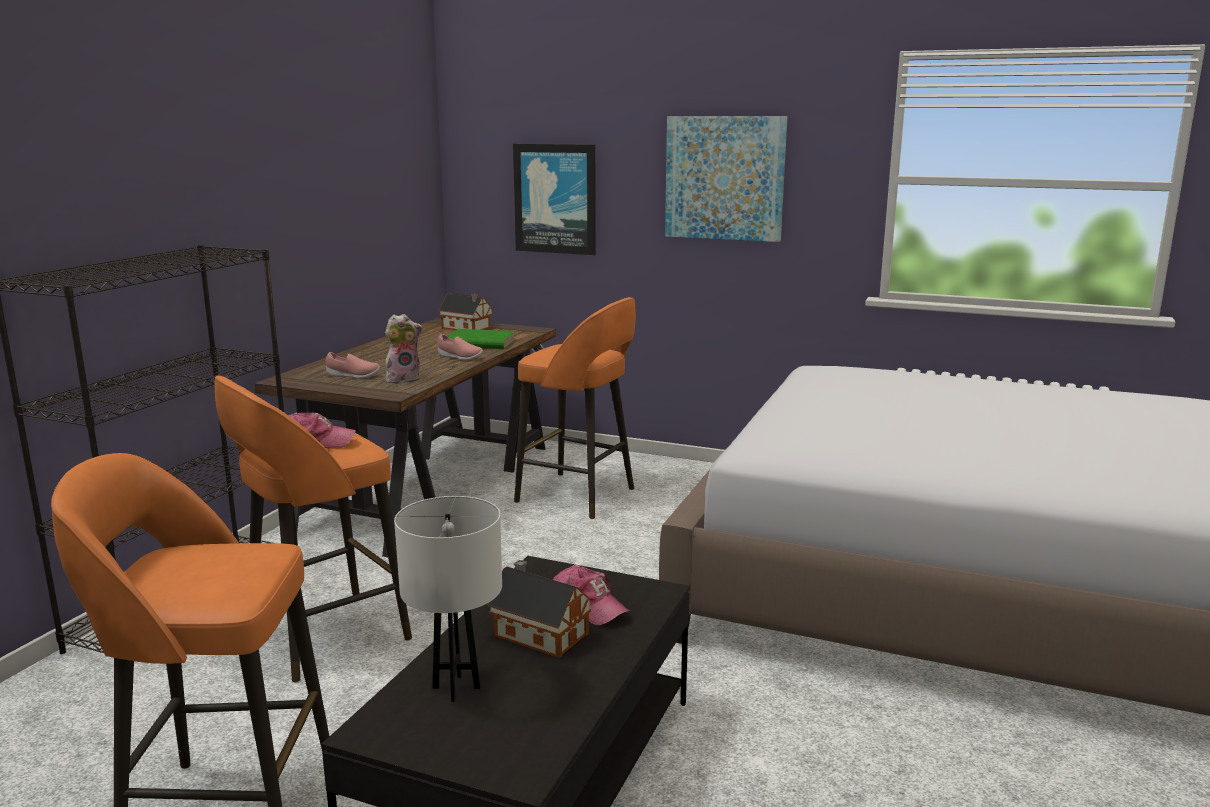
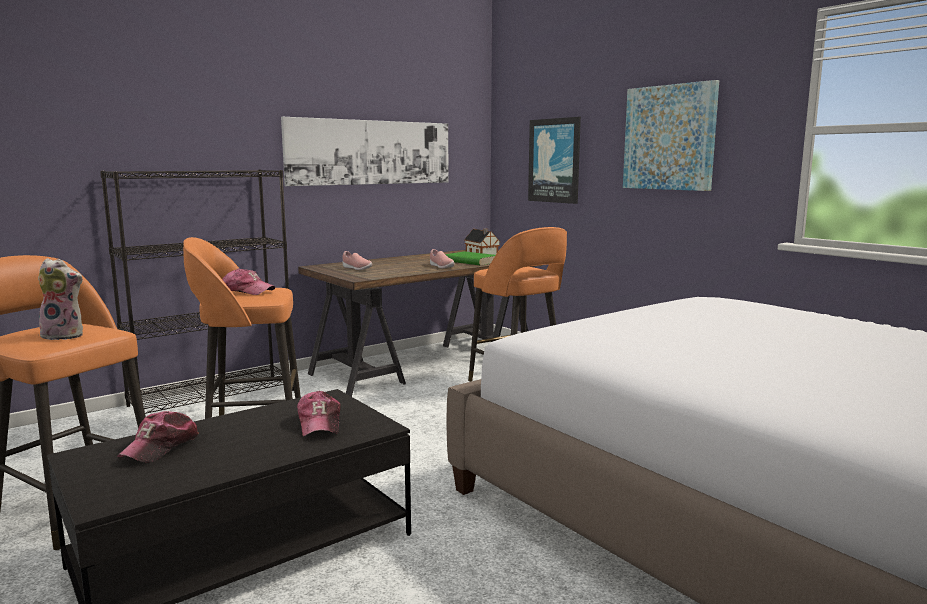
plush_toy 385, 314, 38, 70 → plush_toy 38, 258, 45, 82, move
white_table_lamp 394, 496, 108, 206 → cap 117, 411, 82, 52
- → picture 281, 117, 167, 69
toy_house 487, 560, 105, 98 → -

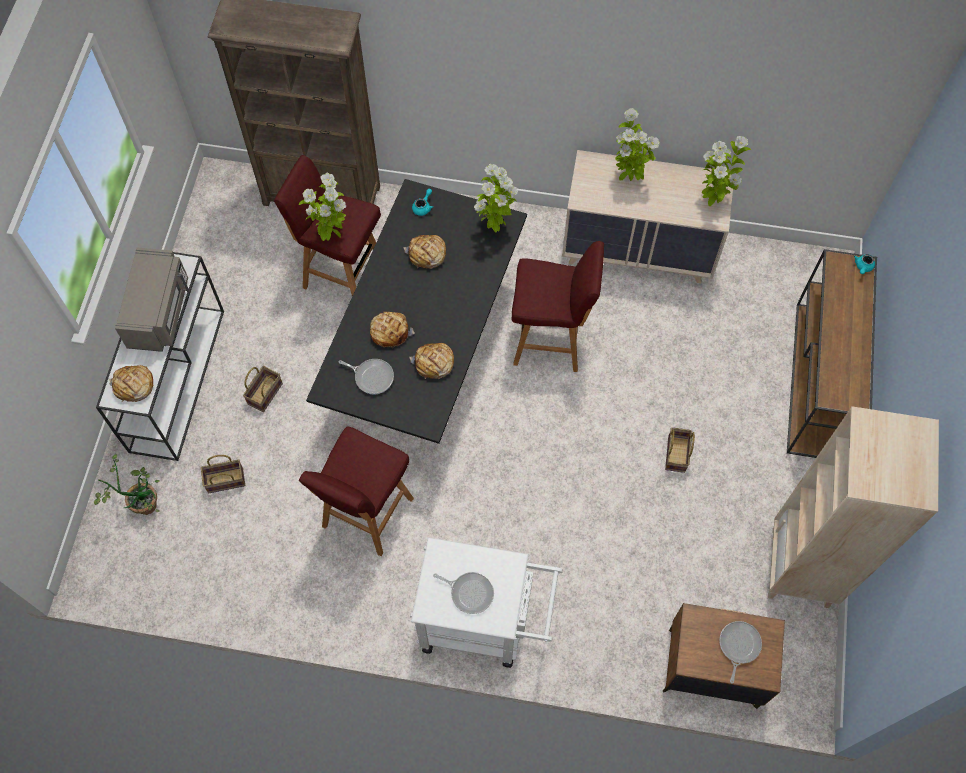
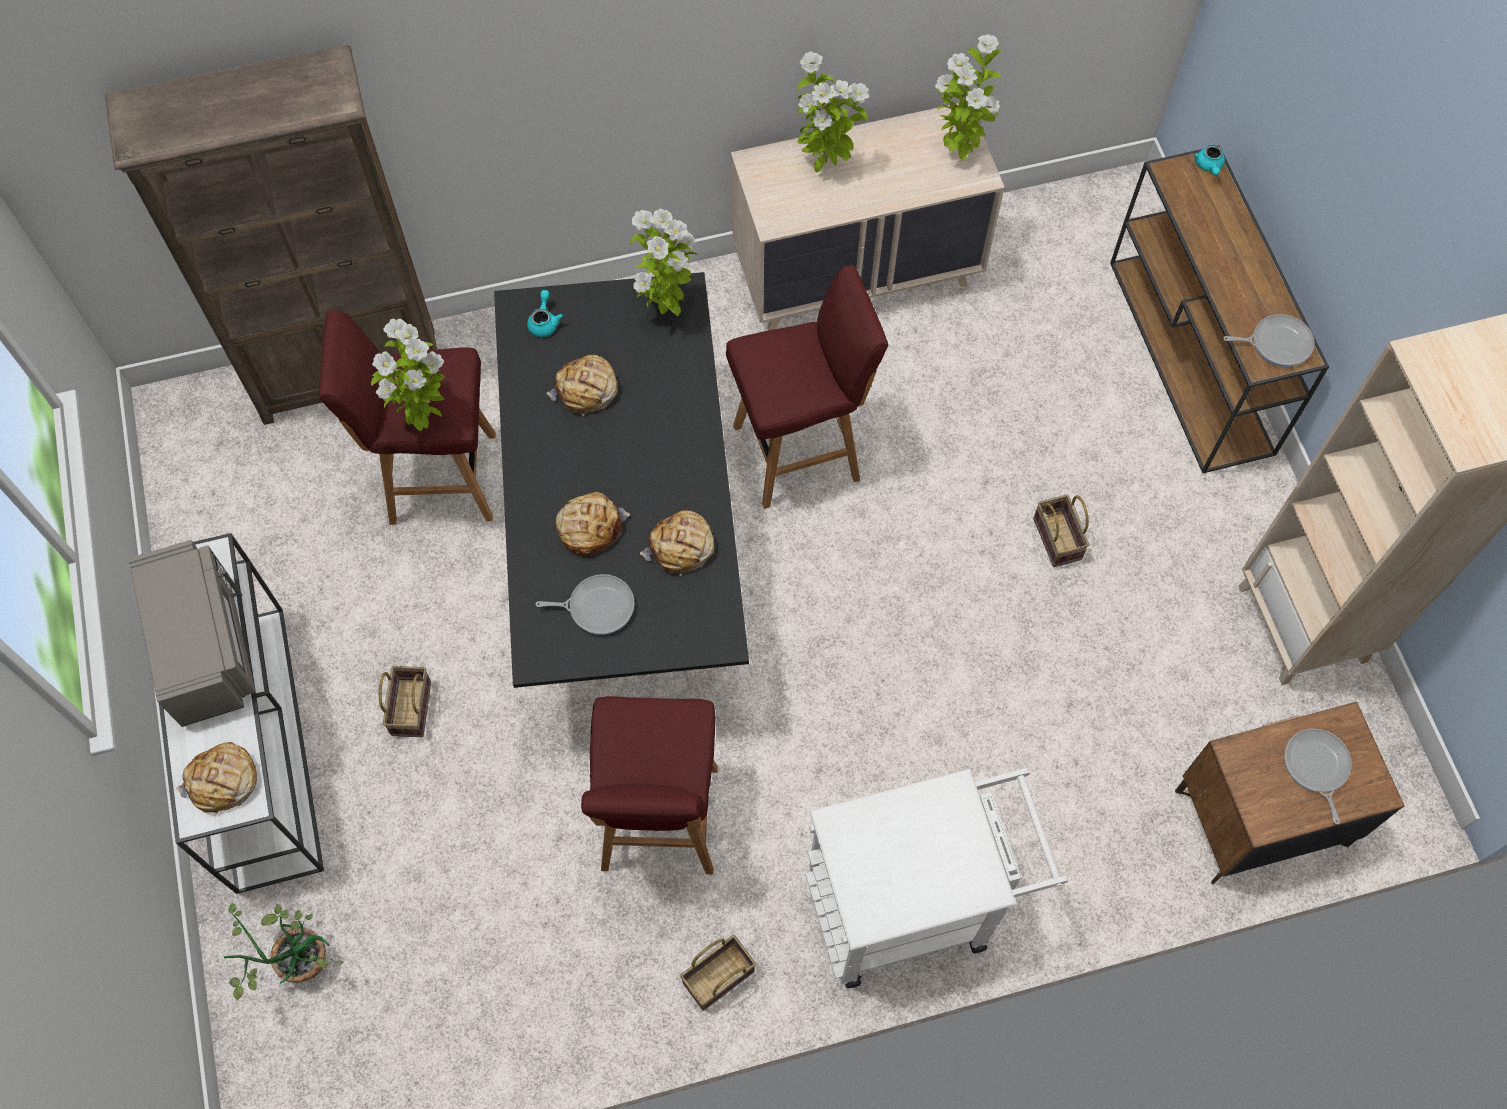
basket 201, 455, 44, 38 → basket 680, 935, 76, 76, move
frying_pan 433, 572, 61, 42 → frying_pan 1223, 314, 91, 53, move

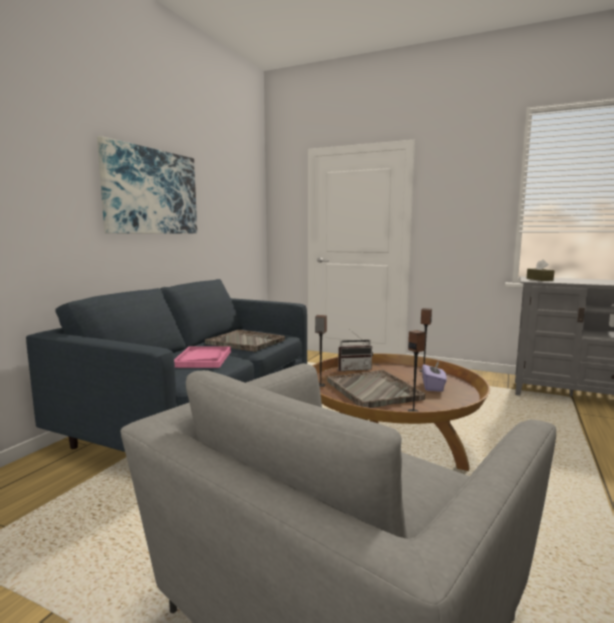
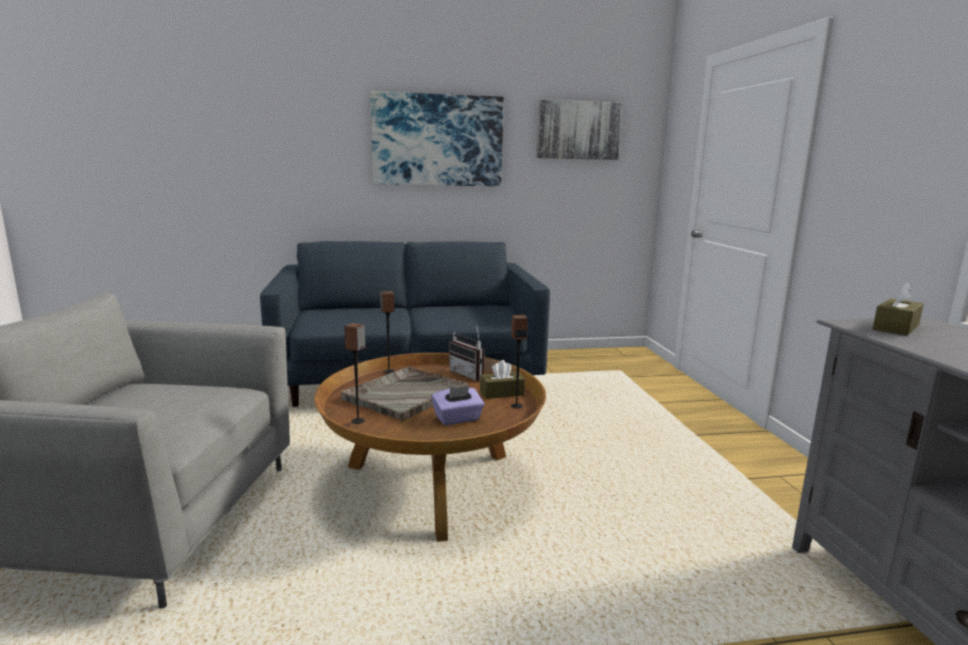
- → brown_tissue_box 480, 360, 45, 39
- → picture 537, 99, 86, 61
pink_tray 174, 346, 57, 22 → -
grey_tray 205, 330, 80, 22 → -

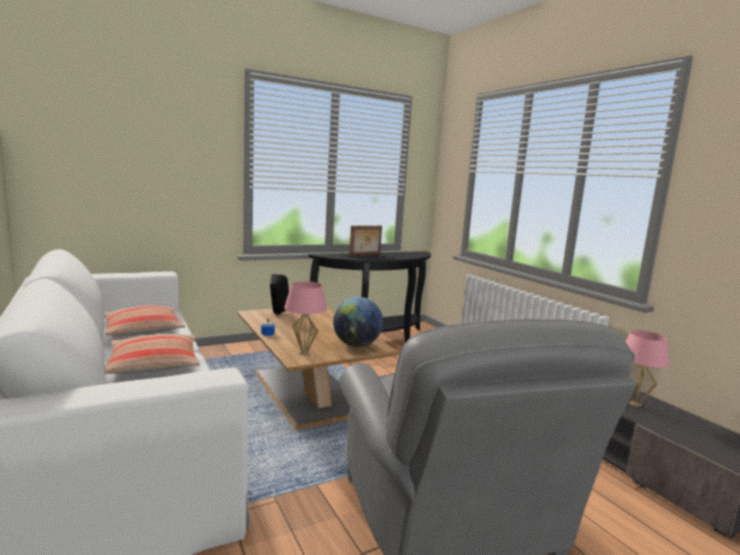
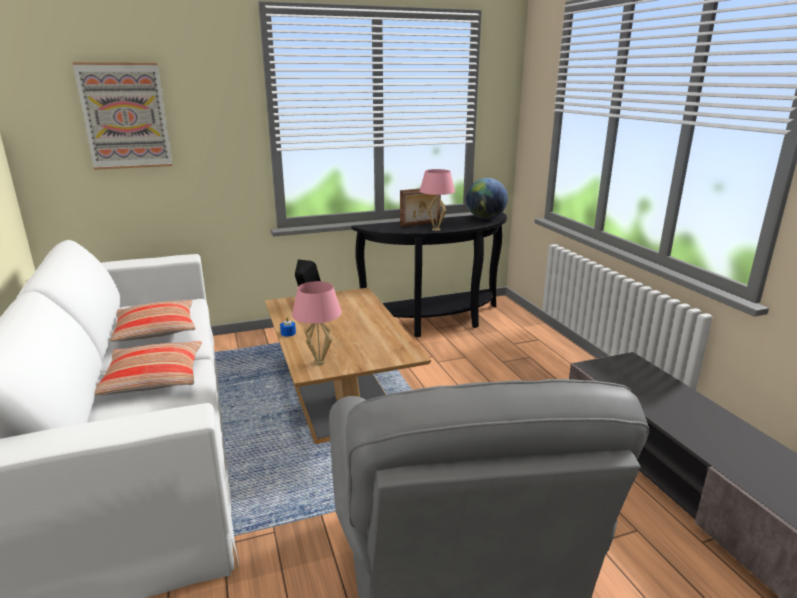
- → picture 73, 62, 100, 108
pink_table_lamp 626, 330, 44, 77 → pink_table_lamp 420, 169, 35, 62, move
globe 333, 297, 50, 50 → globe 466, 178, 42, 42, move

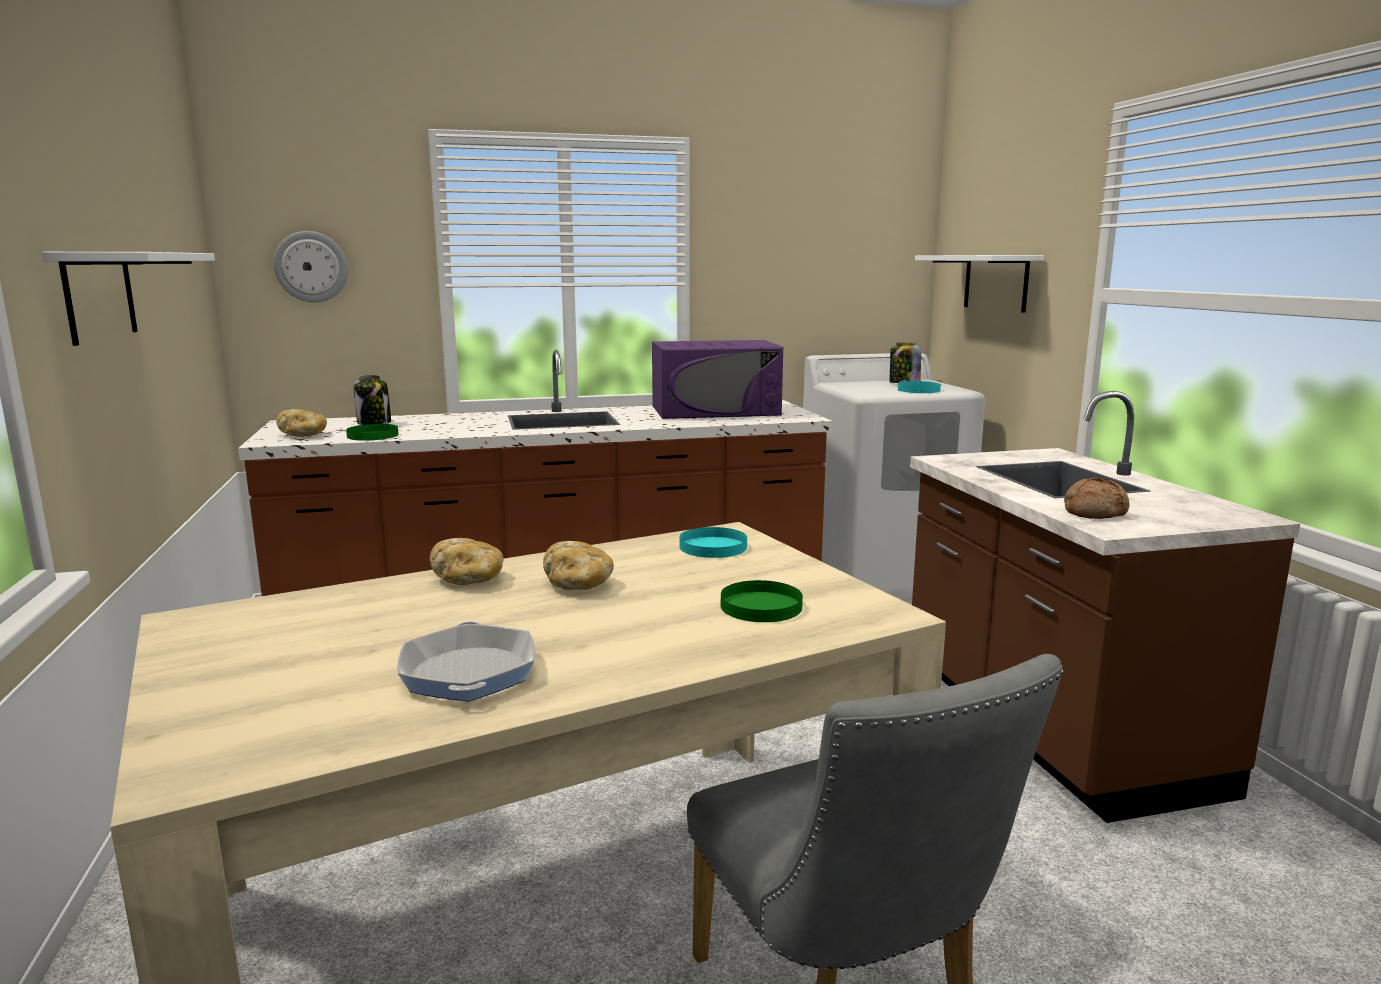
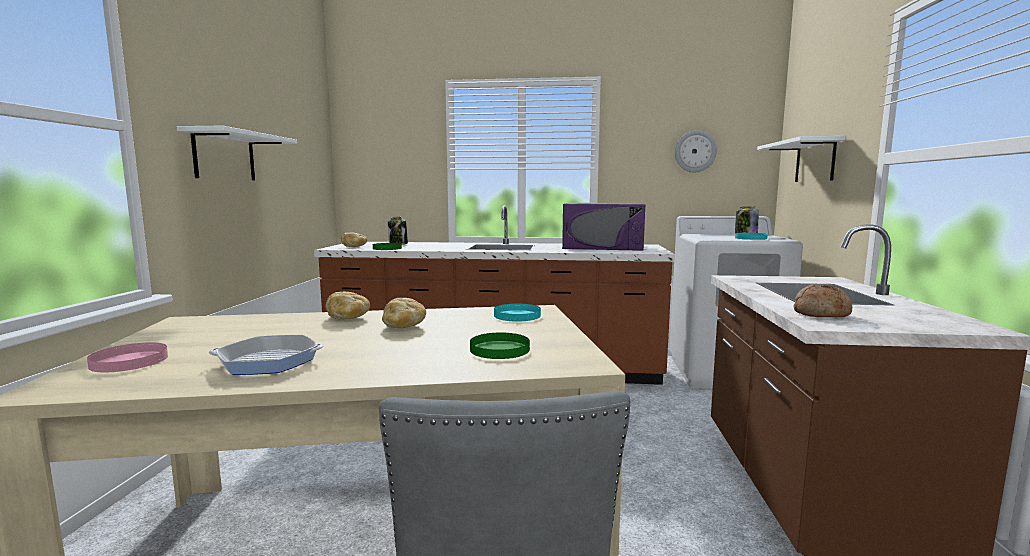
- → pink_plate 87, 342, 81, 30
frying_pan 397, 621, 139, 80 → frying_pan 209, 335, 115, 40, 105 degrees counterclockwise
wall_clock 274, 231, 74, 72 → wall_clock 675, 130, 42, 43, move

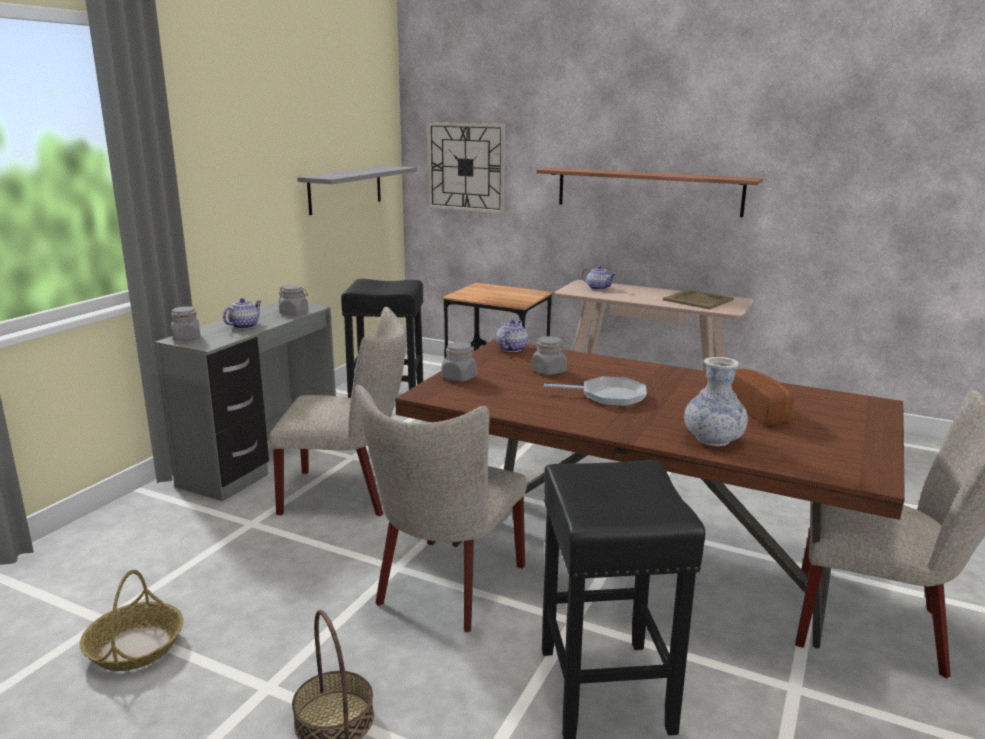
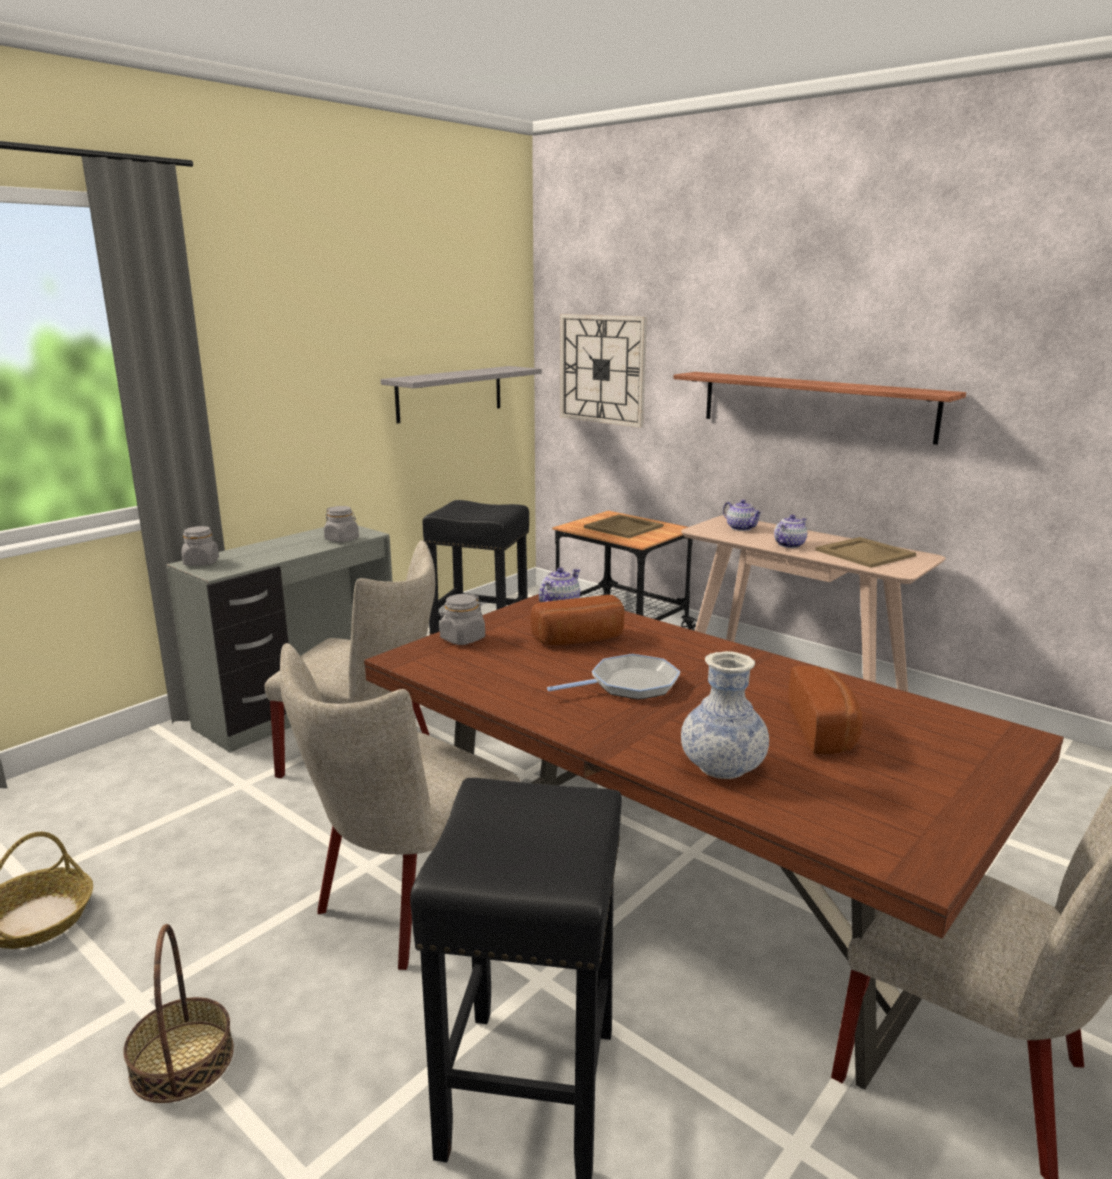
grey_jar 532, 336, 35, 39 → bread 531, 595, 94, 50
frying_pan 544, 377, 103, 30 → frying_pan 547, 654, 133, 46, 45 degrees counterclockwise
- → beige_tray 584, 515, 79, 23
teapot 223, 298, 38, 31 → teapot 774, 515, 33, 33, move

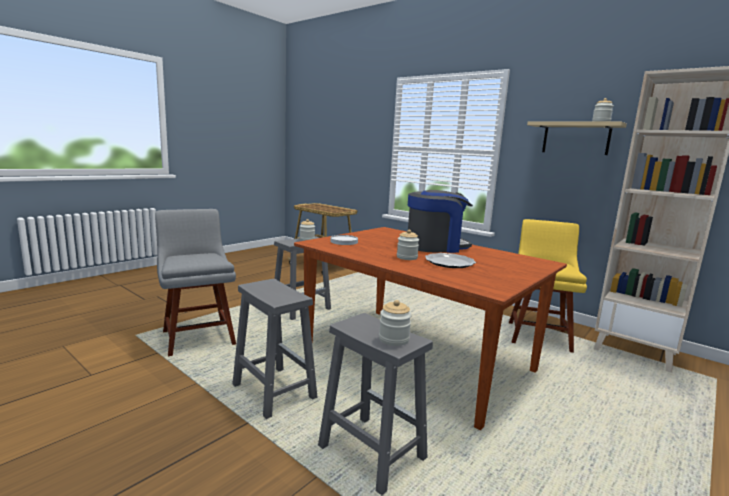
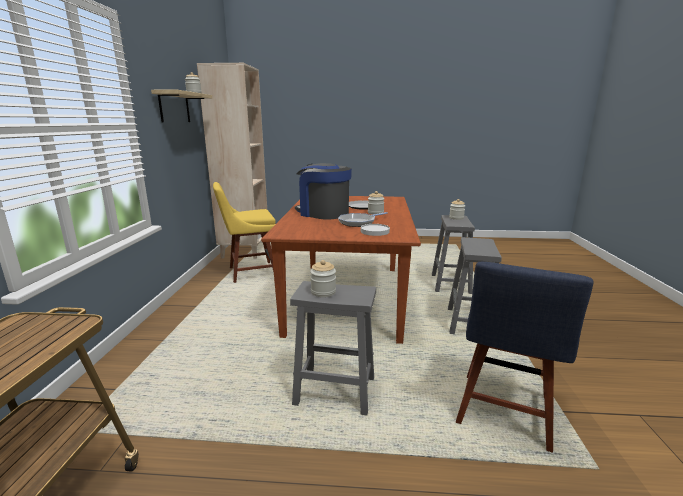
- → frying_pan 338, 212, 50, 15
grey_chair 155, 209, 81, 147 → blue_chair 456, 262, 137, 191

